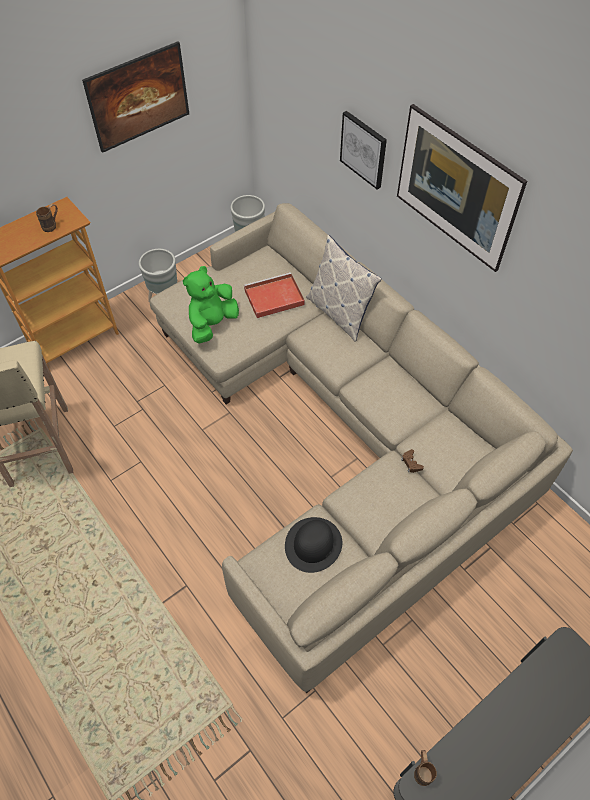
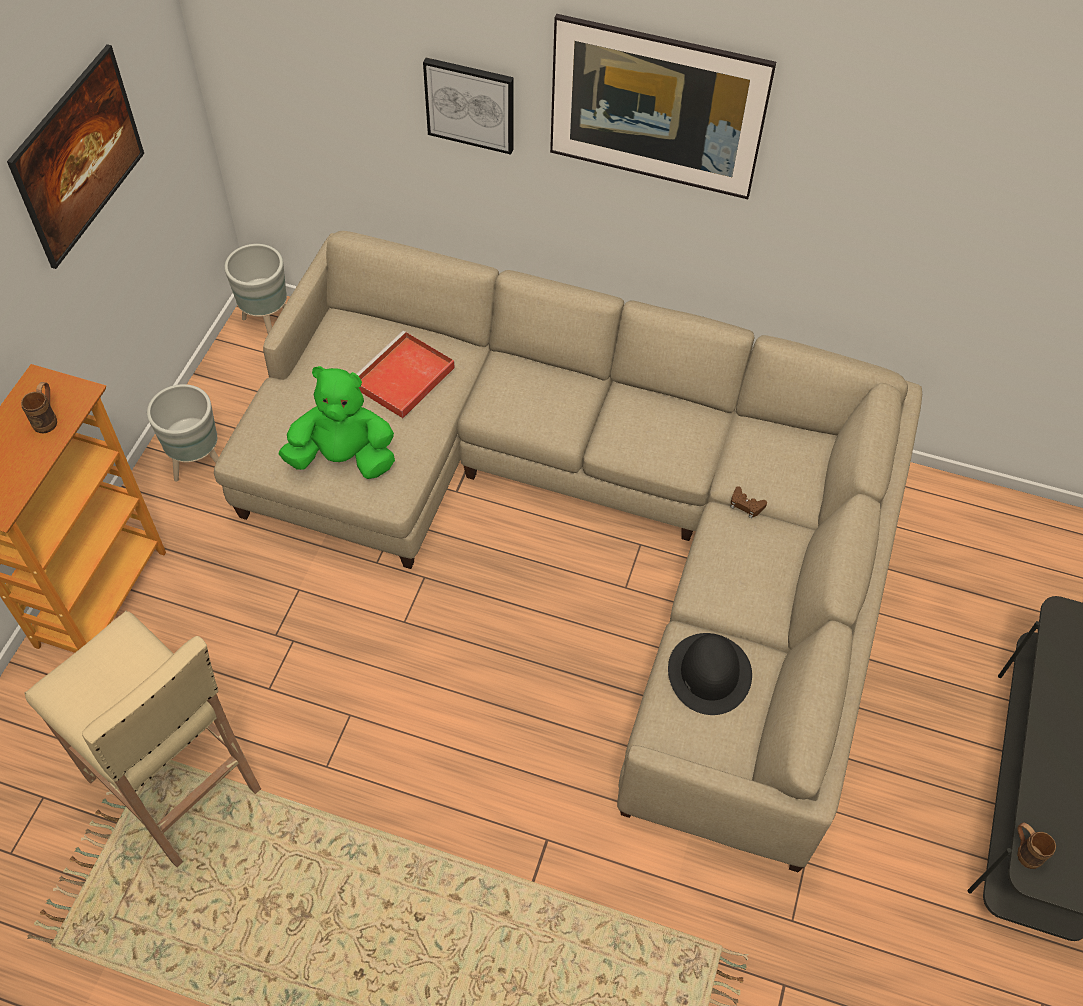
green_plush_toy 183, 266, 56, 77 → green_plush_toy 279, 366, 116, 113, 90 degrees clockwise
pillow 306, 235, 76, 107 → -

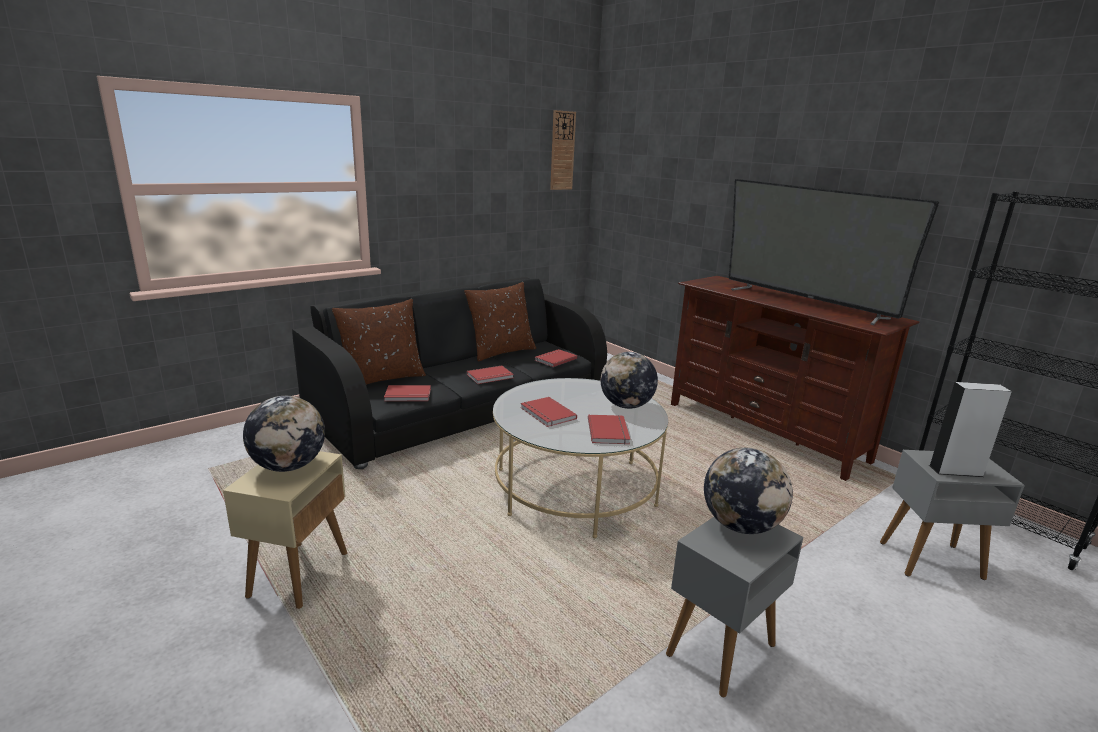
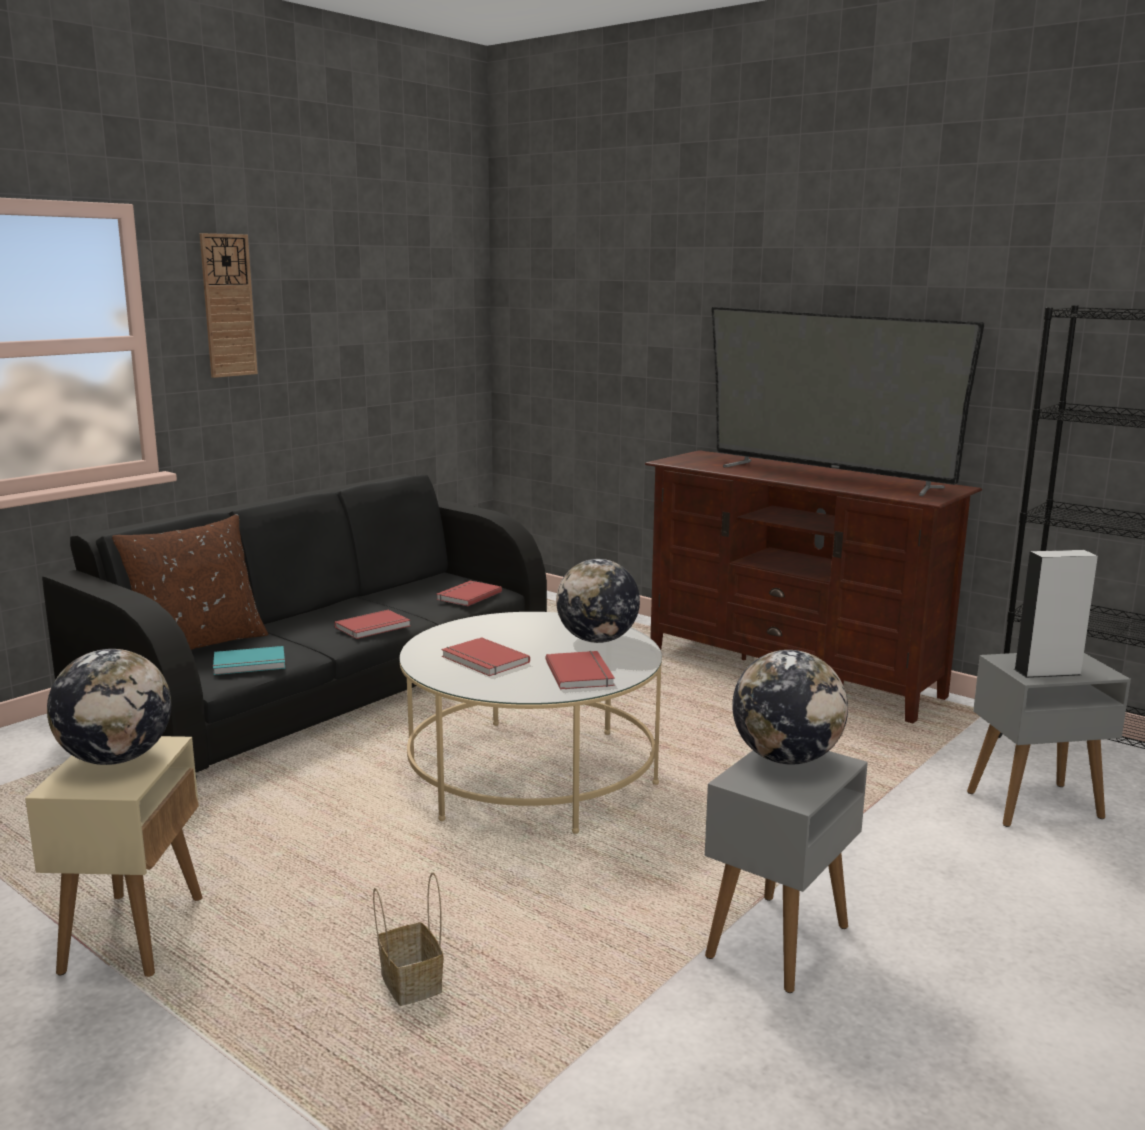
wall_clock 550, 110, 26, 80 → wall_clock 200, 233, 58, 145, move
red_book 384, 385, 47, 16 → turquoise_book 213, 646, 73, 29
- → basket 373, 872, 71, 134
brown_pillow 464, 282, 72, 79 → -

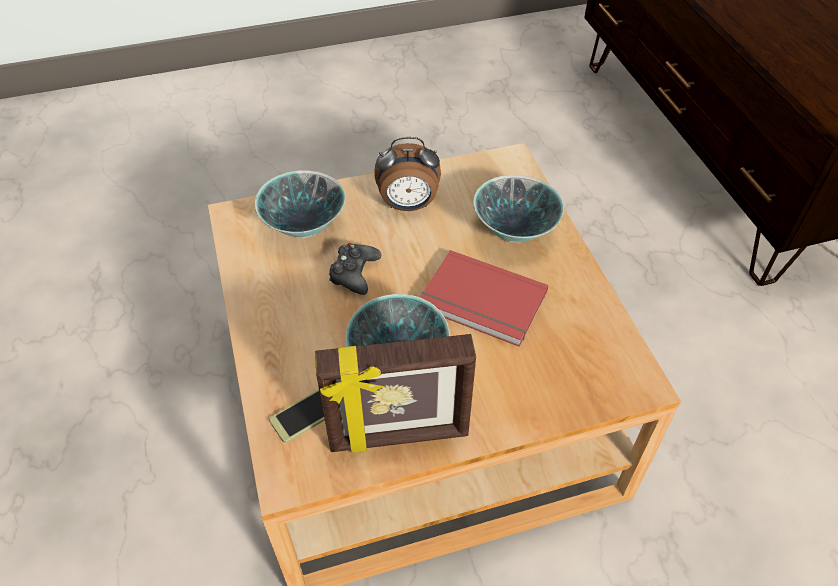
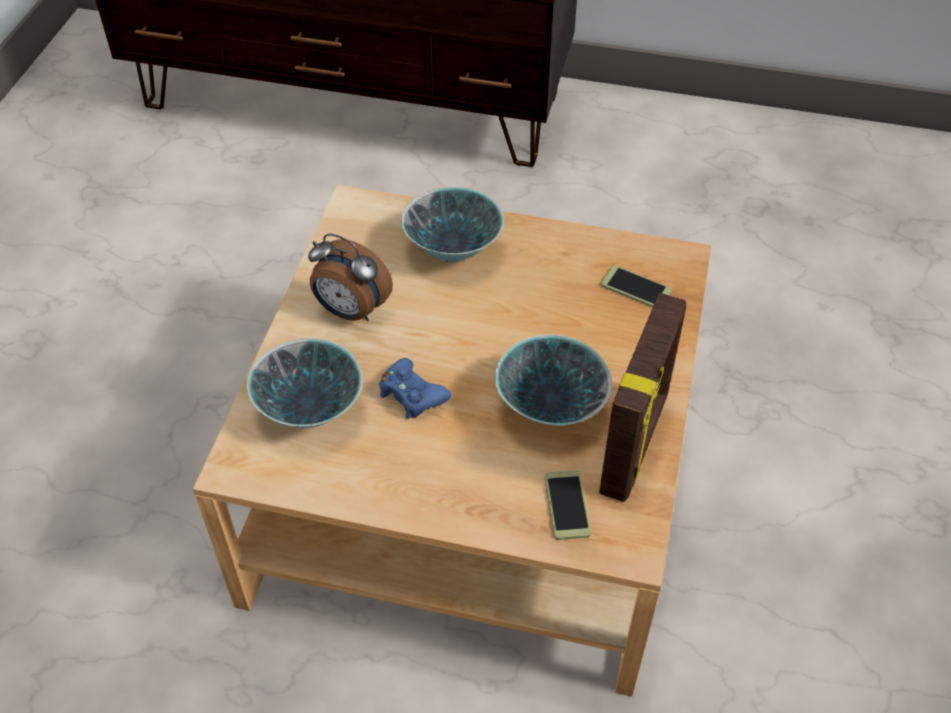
alarm_clock 374, 137, 67, 74 → alarm_clock 308, 233, 85, 88, 90 degrees clockwise
black_game_controller 329, 243, 52, 52 → blue_game_controller 379, 358, 72, 61
- → phone 601, 265, 71, 43
red_book 420, 250, 128, 97 → -

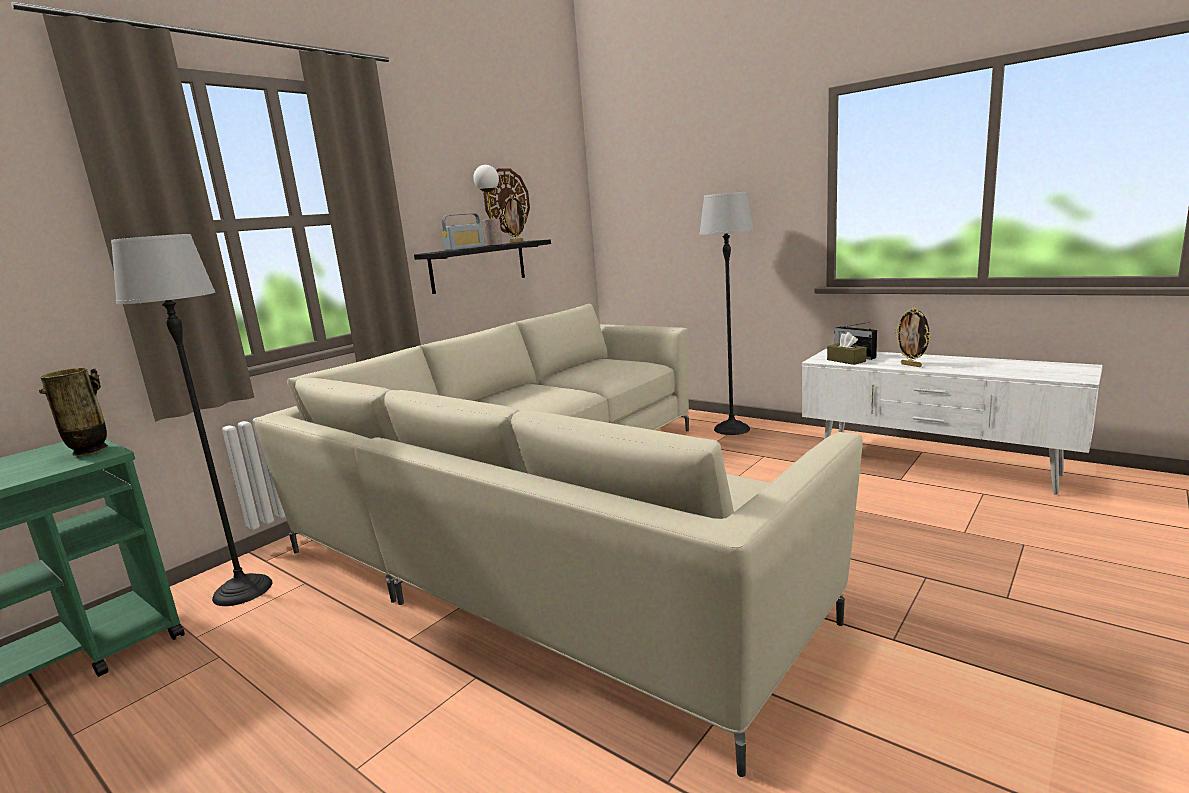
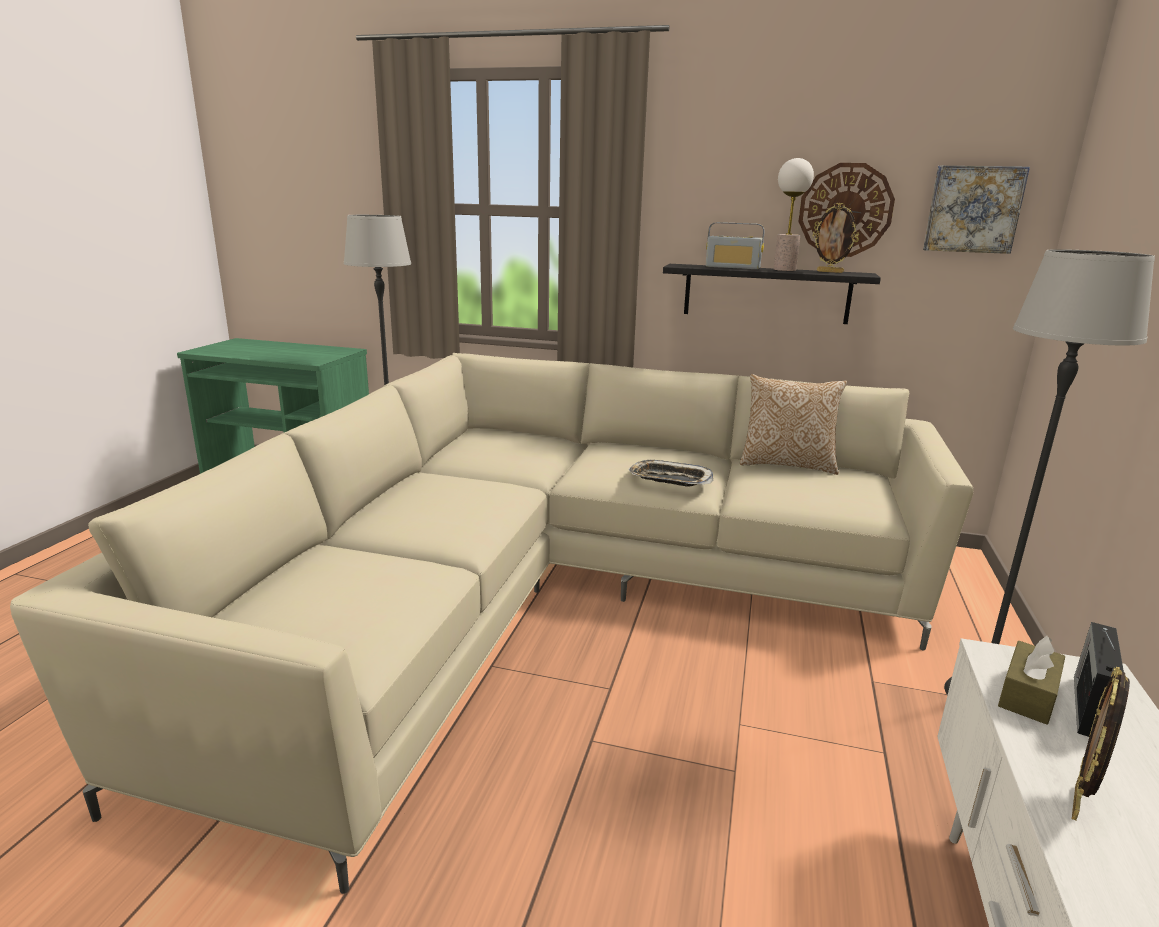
- → tray 629, 460, 84, 27
- → pillow 740, 374, 107, 101
- → picture 923, 165, 107, 89
vase 39, 368, 69, 88 → -

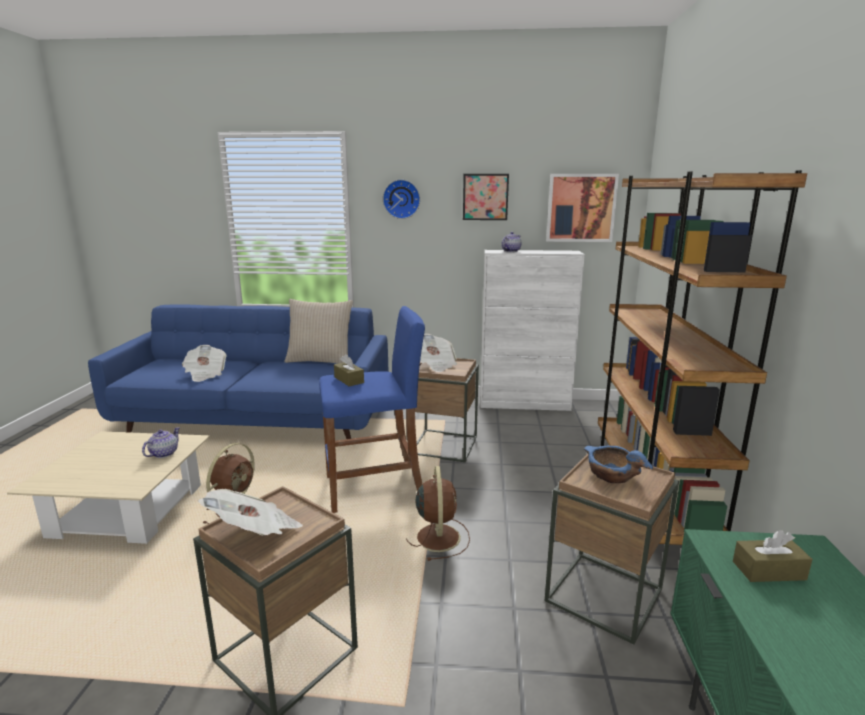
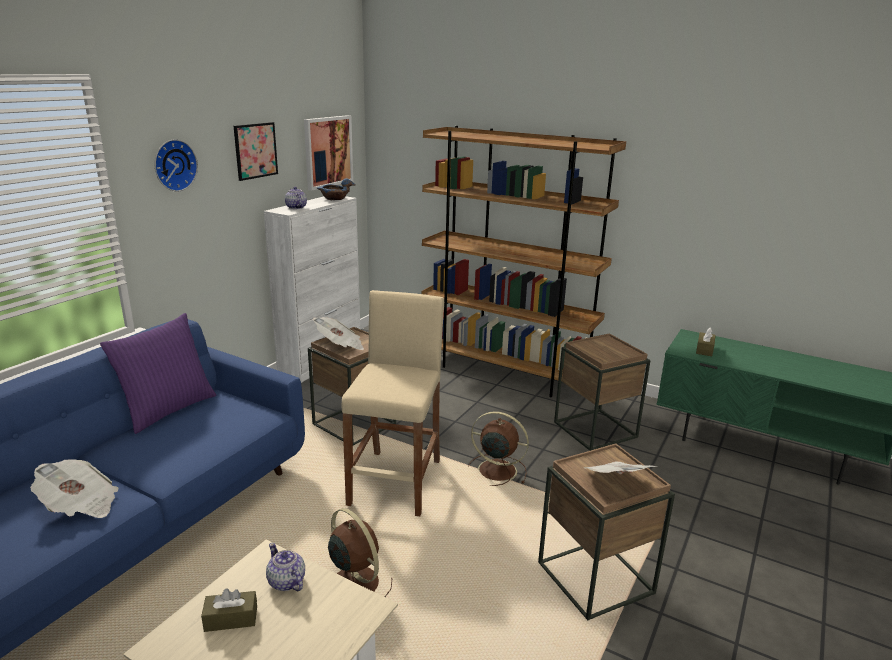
beige_pillow 285, 299, 68, 65 → purple_pillow 100, 313, 116, 121
brown_tissue_box 334, 354, 30, 32 → brown_tissue_box 201, 588, 56, 44, move
blue_bowl 584, 446, 69, 37 → blue_bowl 317, 178, 39, 22, move
blue_stool 319, 306, 106, 207 → beige_stool 342, 290, 102, 226

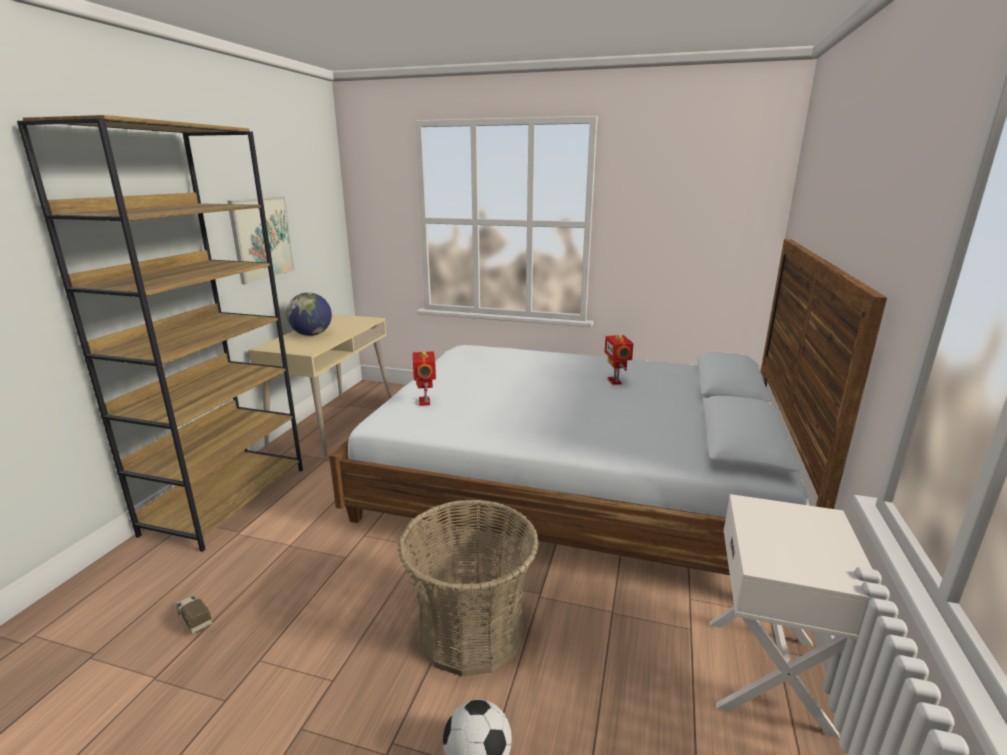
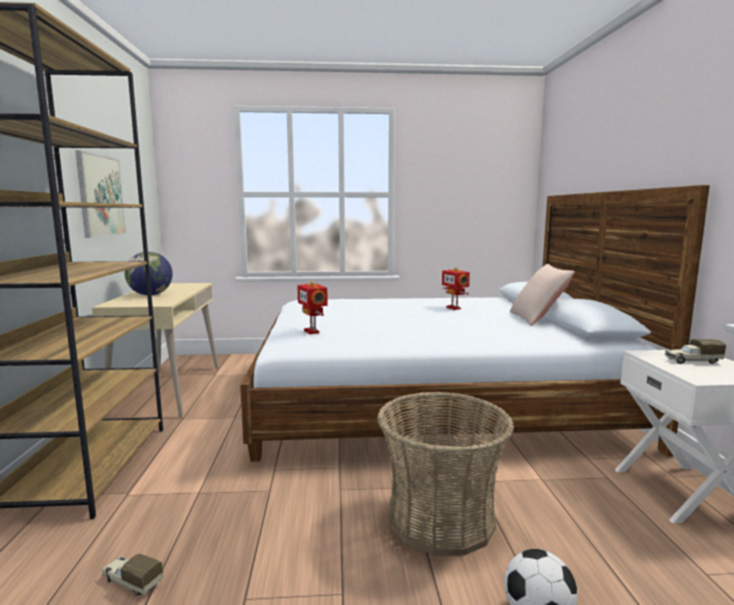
- → beige_pillow 510, 264, 65, 62
- → toy_truck 664, 339, 62, 25

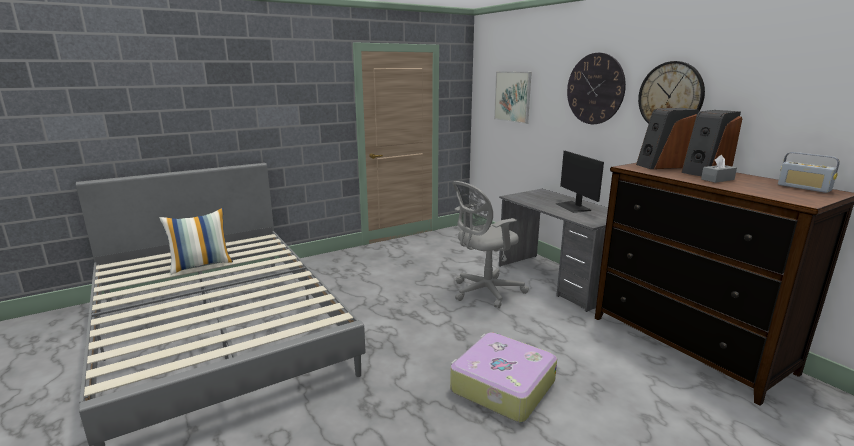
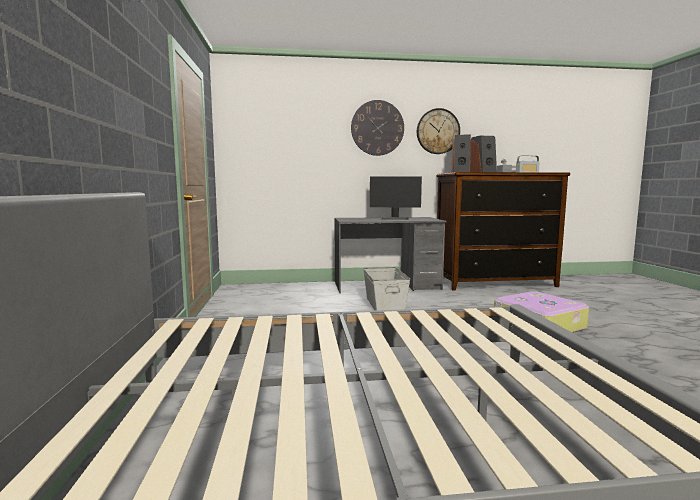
grey_office_chair 452, 181, 77, 127 → grey_storage_box 363, 267, 47, 43
pillow 159, 208, 74, 67 → -
picture 494, 71, 38, 53 → -

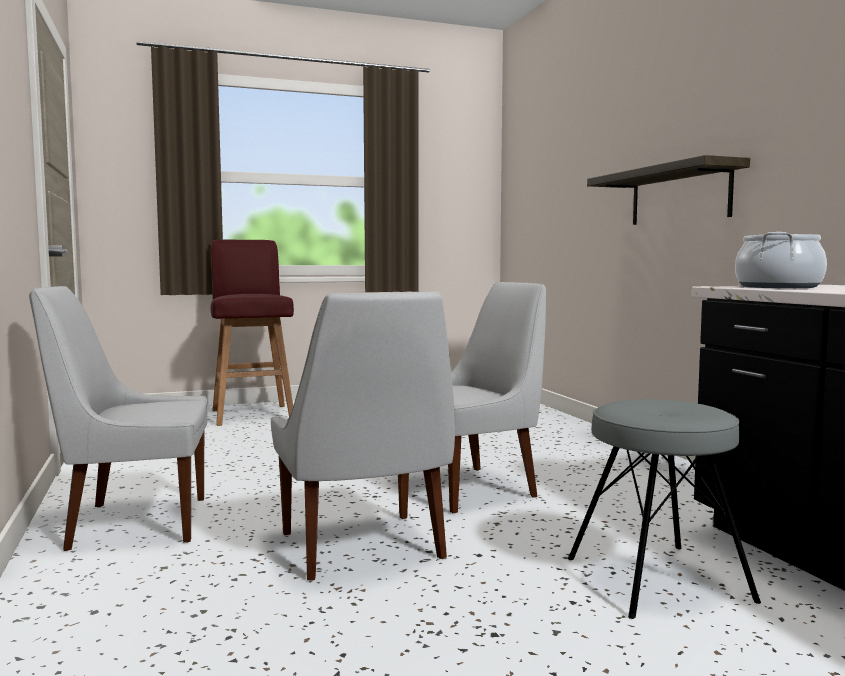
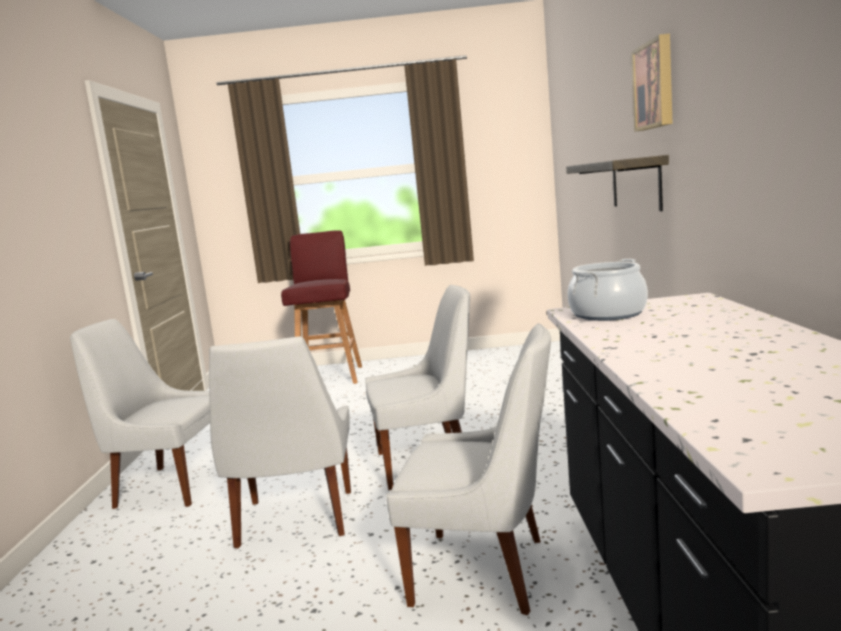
grey_stool 568, 399, 193, 220 → white_chair 386, 323, 165, 292
- → picture 631, 34, 41, 98

